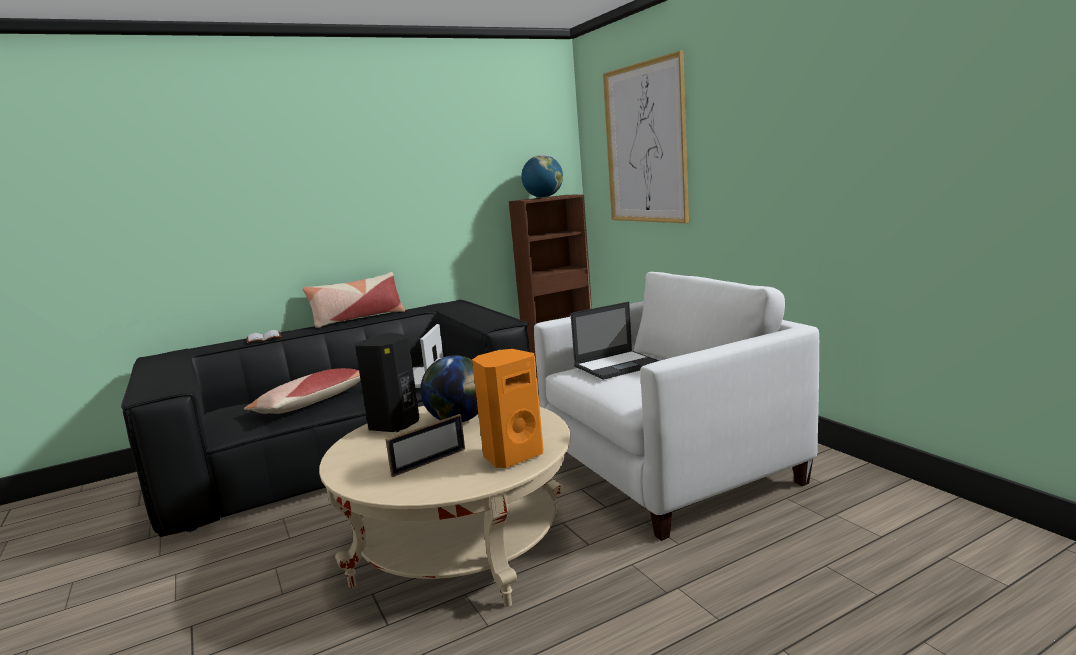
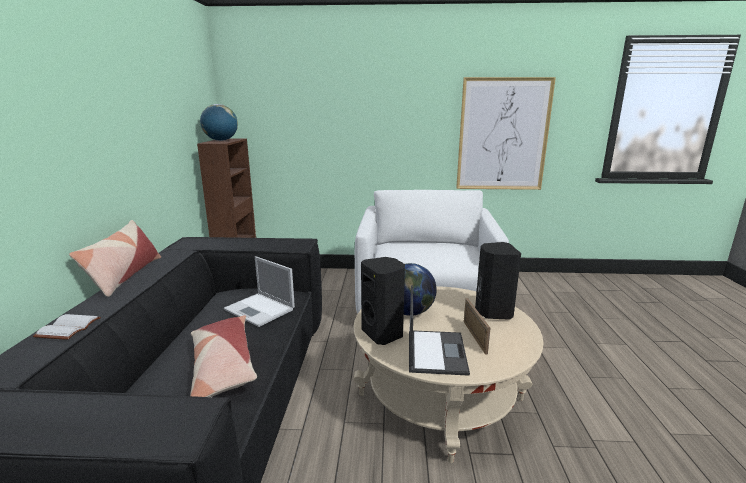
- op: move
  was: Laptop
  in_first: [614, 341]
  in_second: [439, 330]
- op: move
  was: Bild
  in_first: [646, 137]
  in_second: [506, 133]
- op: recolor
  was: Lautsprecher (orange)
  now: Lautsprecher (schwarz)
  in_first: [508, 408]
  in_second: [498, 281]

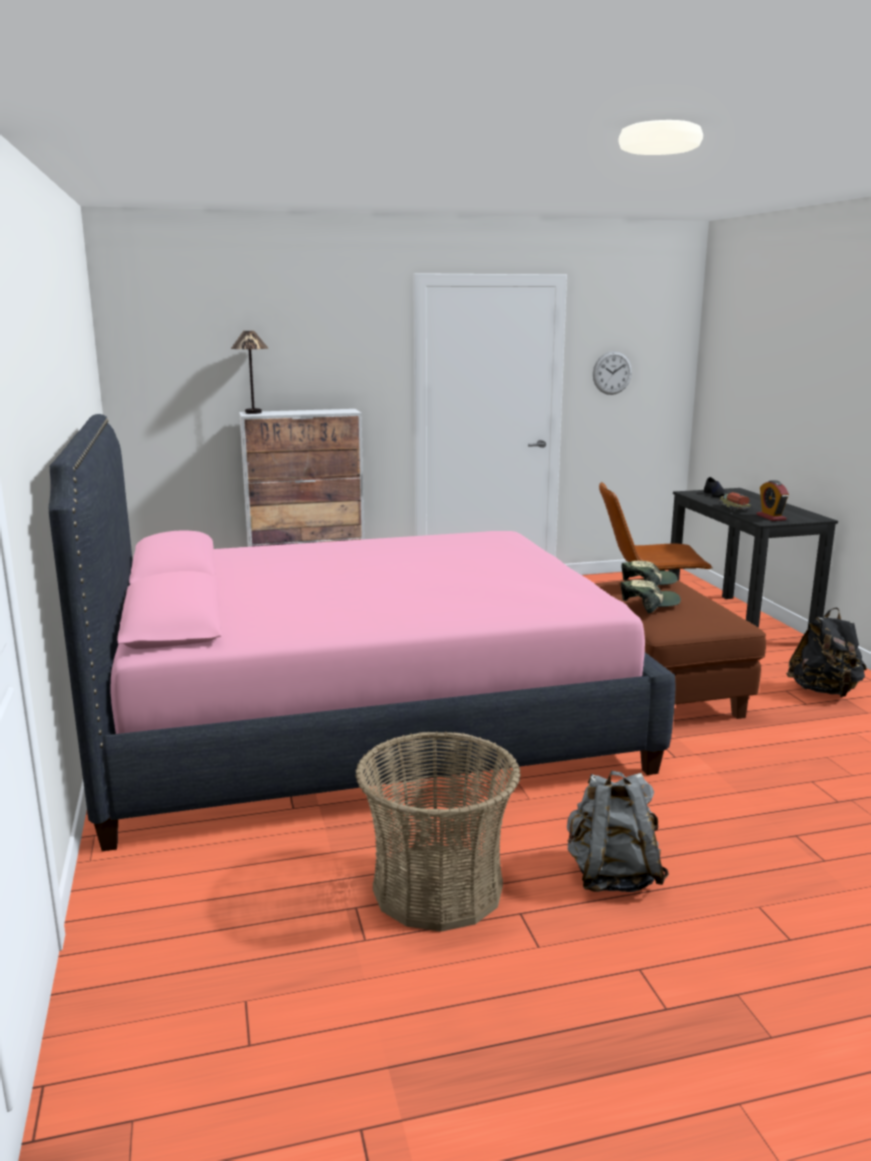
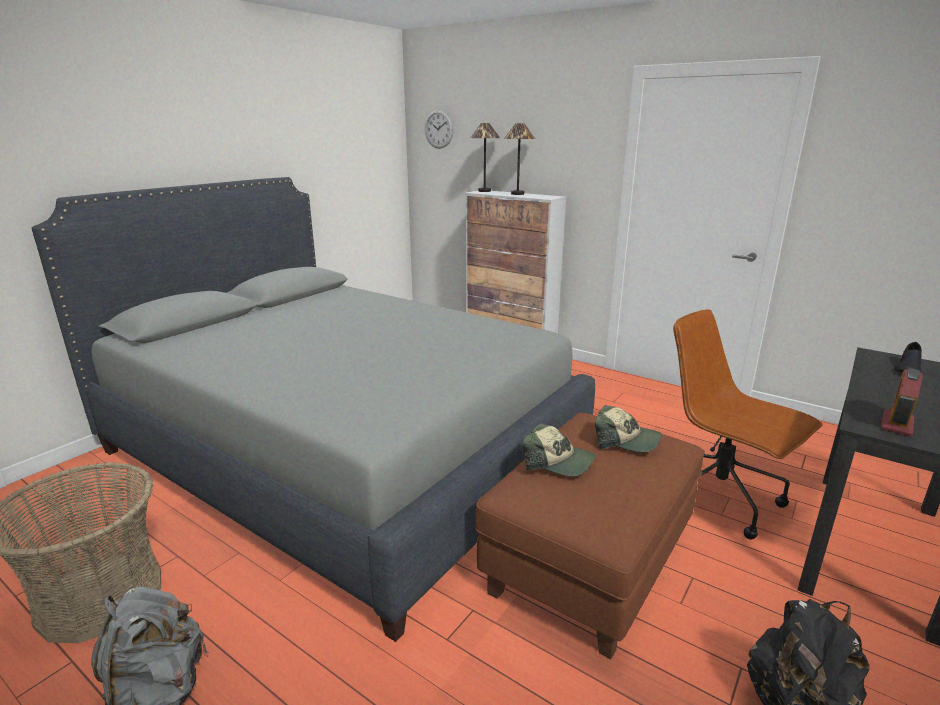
- op: recolor
  was: Bett (rosa)
  now: Bett (grau)
  in_first: [362, 632]
  in_second: [313, 409]
- op: move
  was: Wanduhr
  in_first: [612, 373]
  in_second: [439, 129]
- op: insert
  now: Tischlampe
  in_second: [519, 159]
- op: delete
  was: Spielzeuglaster
  in_first: [734, 502]

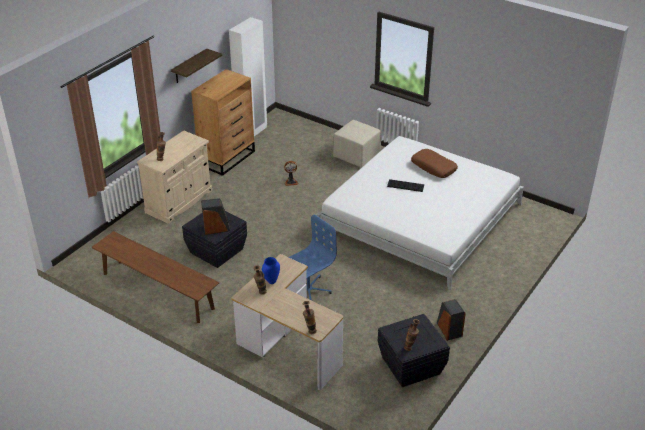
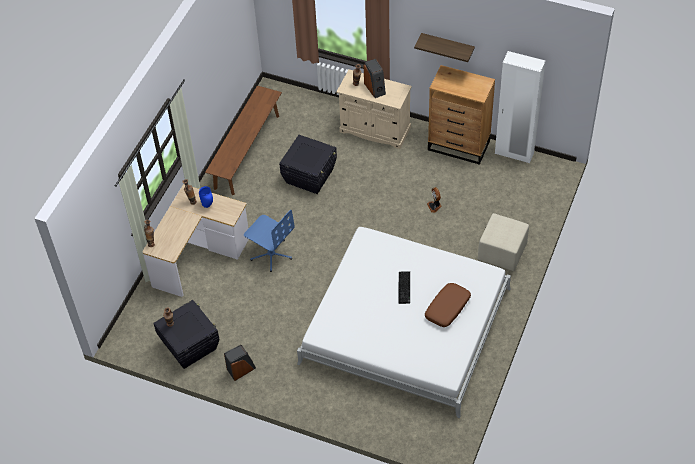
- op: move
  was: Lautsprecher
  in_first: [215, 216]
  in_second: [375, 78]

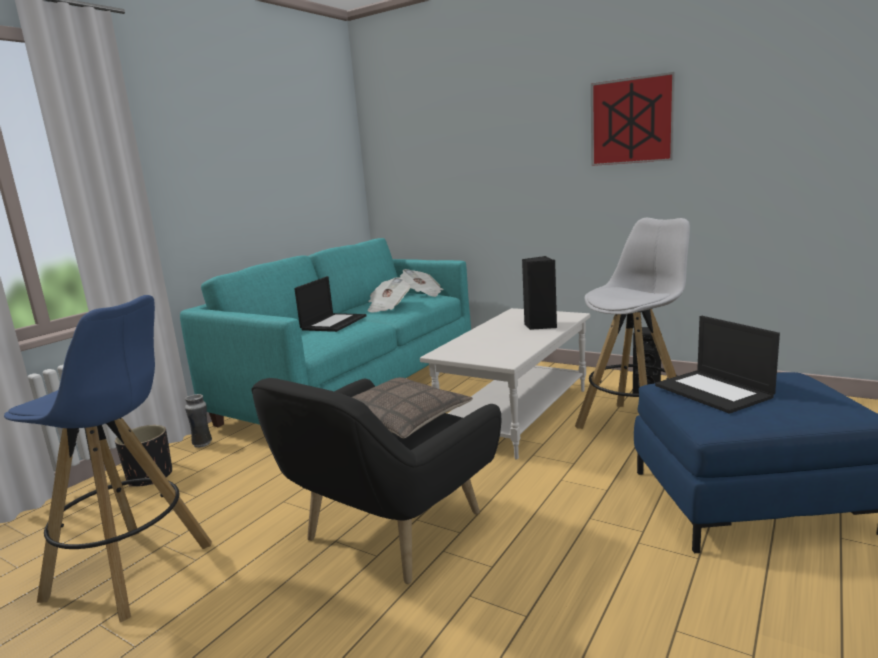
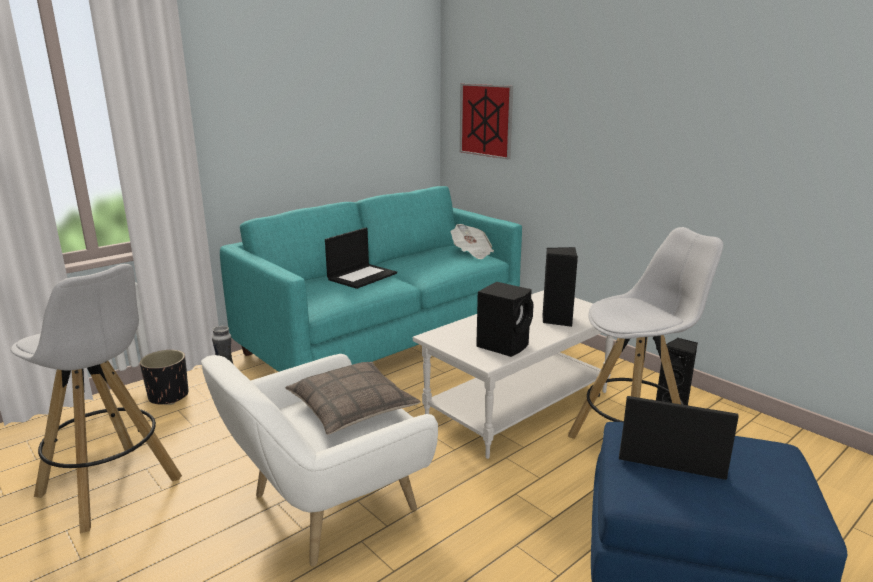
- op: recolor
  was: Hocker (blau)
  now: Hocker (weiß)
  in_first: [108, 459]
  in_second: [96, 399]
- op: recolor
  was: Sessel (schwarz)
  now: Sessel (weiß)
  in_first: [376, 481]
  in_second: [319, 460]
- op: move
  was: Bild
  in_first: [633, 119]
  in_second: [486, 122]
- op: insert
  now: Lautsprecher (schwarz)
  in_second: [505, 319]
- op: rotate
  was: Laptop
  in_first: [717, 365]
  in_second: [679, 438]
  clockwise: 120
- op: delete
  was: Zeitung
  in_first: [388, 295]

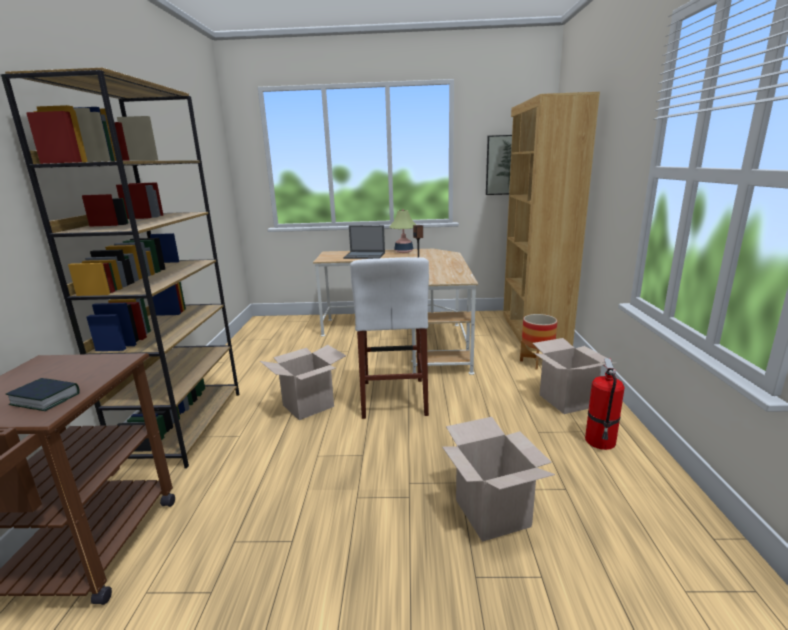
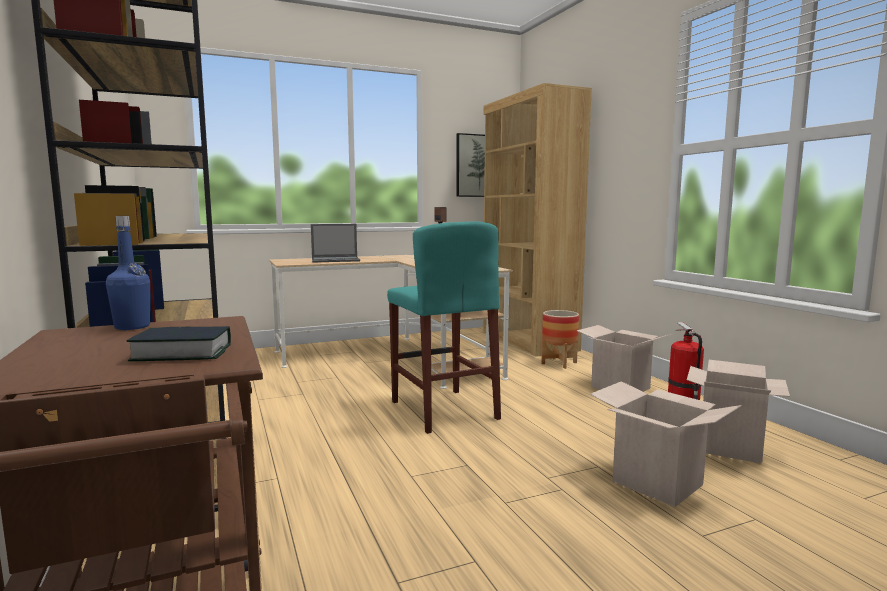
- op: insert
  now: Flasche (blau)
  in_second: [128, 273]
- op: recolor
  was: Hocker (weiß)
  now: Hocker (türkis)
  in_first: [389, 338]
  in_second: [444, 327]
- op: move
  was: Karton
  in_first: [303, 382]
  in_second: [738, 412]
- op: delete
  was: Tischlampe
  in_first: [402, 231]

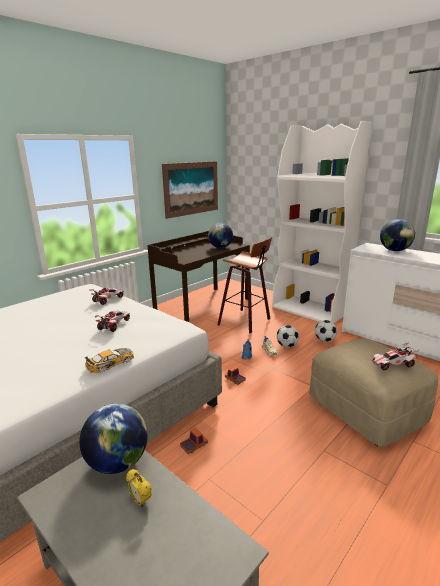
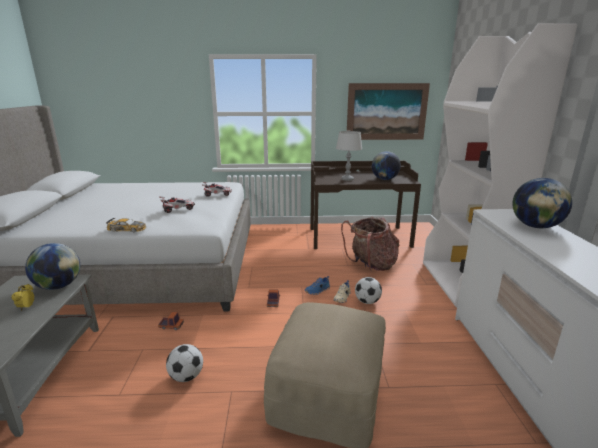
- op: move
  was: Fußball
  in_first: [326, 331]
  in_second: [184, 363]
- op: insert
  now: Tischlampe (grau)
  in_second: [349, 156]
- op: replace
  was: Hocker
  now: Rucksack
  in_first: [245, 285]
  in_second: [370, 244]
- op: delete
  was: Spielzeugauto
  in_first: [395, 356]

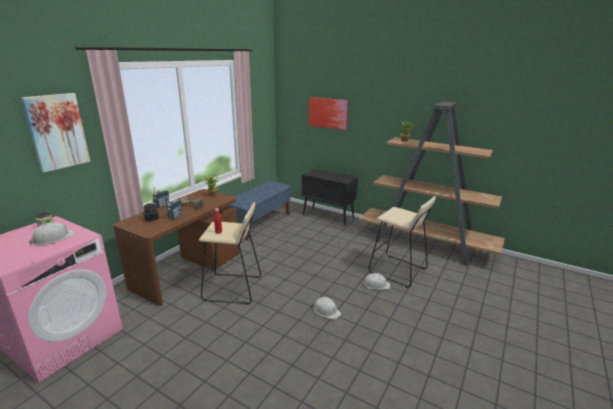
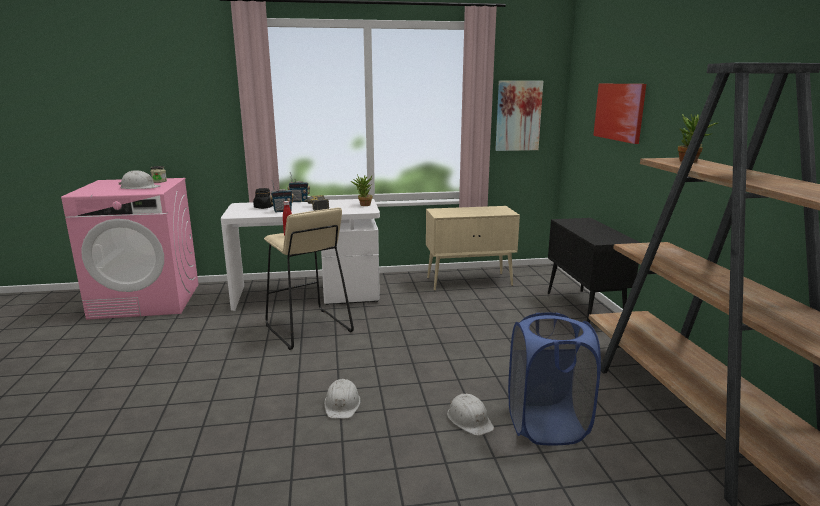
- op: recolor
  was: Schreibtisch (braun)
  now: Schreibtisch (weiß)
  in_first: [176, 247]
  in_second: [300, 255]
- op: replace
  was: Bank (blau)
  now: Schrank (beige)
  in_first: [259, 210]
  in_second: [473, 248]
- op: move
  was: Bild
  in_first: [56, 133]
  in_second: [519, 116]
- op: replace
  was: Hocker (beige)
  now: Wäschekorb (blau)
  in_first: [402, 242]
  in_second: [554, 379]

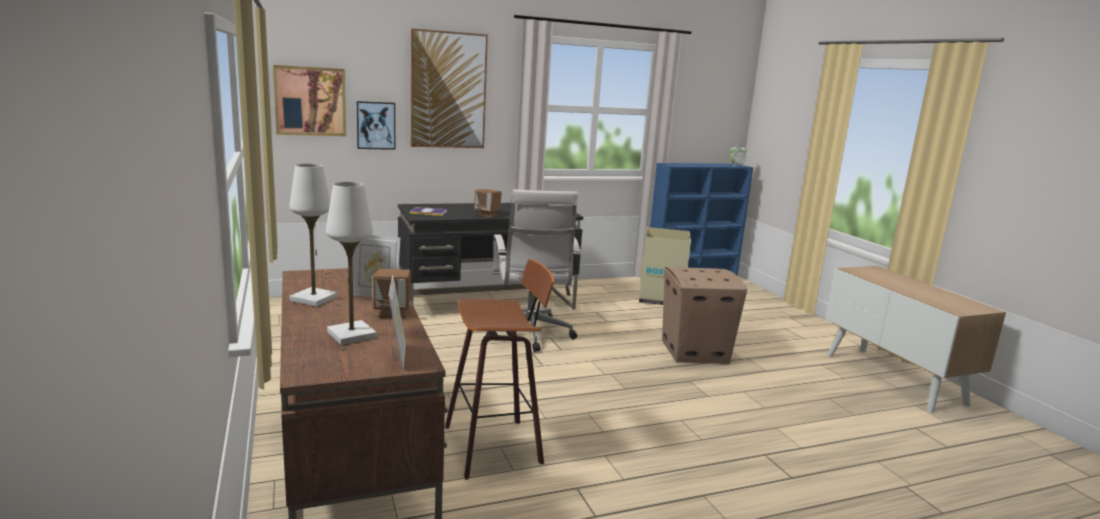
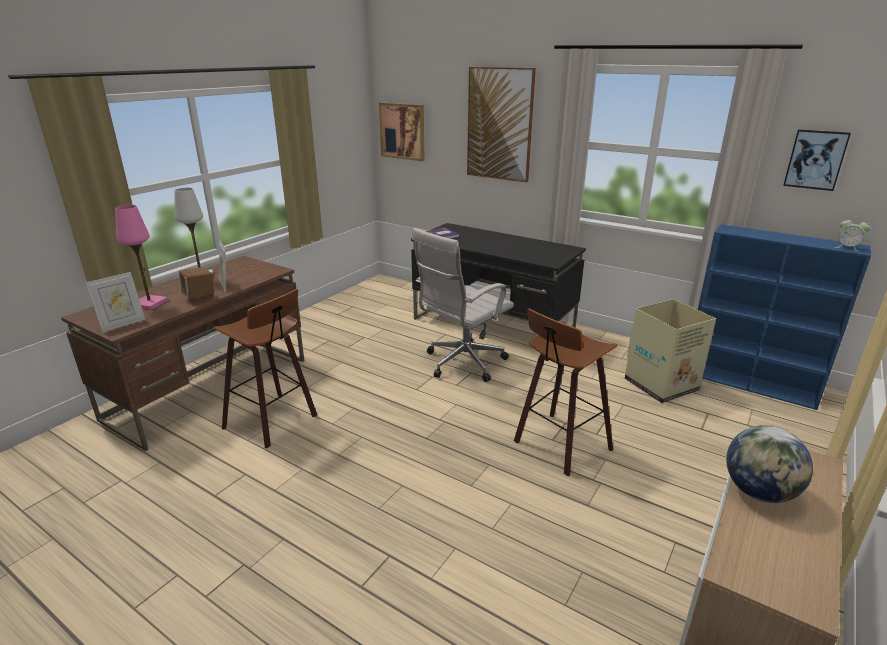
- op: recolor
  was: Tischlampe (weiß)
  now: Tischlampe (rosa)
  in_first: [351, 263]
  in_second: [141, 257]
- op: replace
  was: Karton
  now: Hocker
  in_first: [704, 315]
  in_second: [565, 393]
- op: insert
  now: Globus
  in_second: [769, 464]
- op: move
  was: Bild
  in_first: [376, 125]
  in_second: [817, 160]
- op: delete
  was: Lautsprecher (braun)
  in_first: [488, 203]

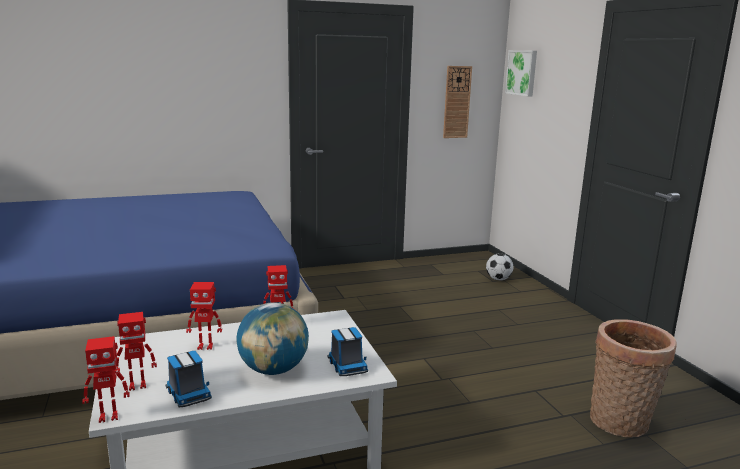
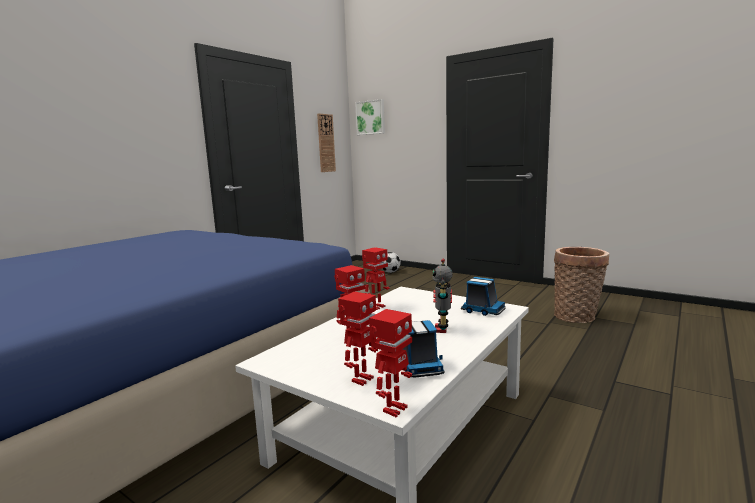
- op: rotate
  was: Spielzeuglaster
  in_first: [189, 379]
  in_second: [423, 348]
  clockwise: 60
- op: replace
  was: Globus
  now: Spielzeugroboter
  in_first: [272, 338]
  in_second: [442, 296]

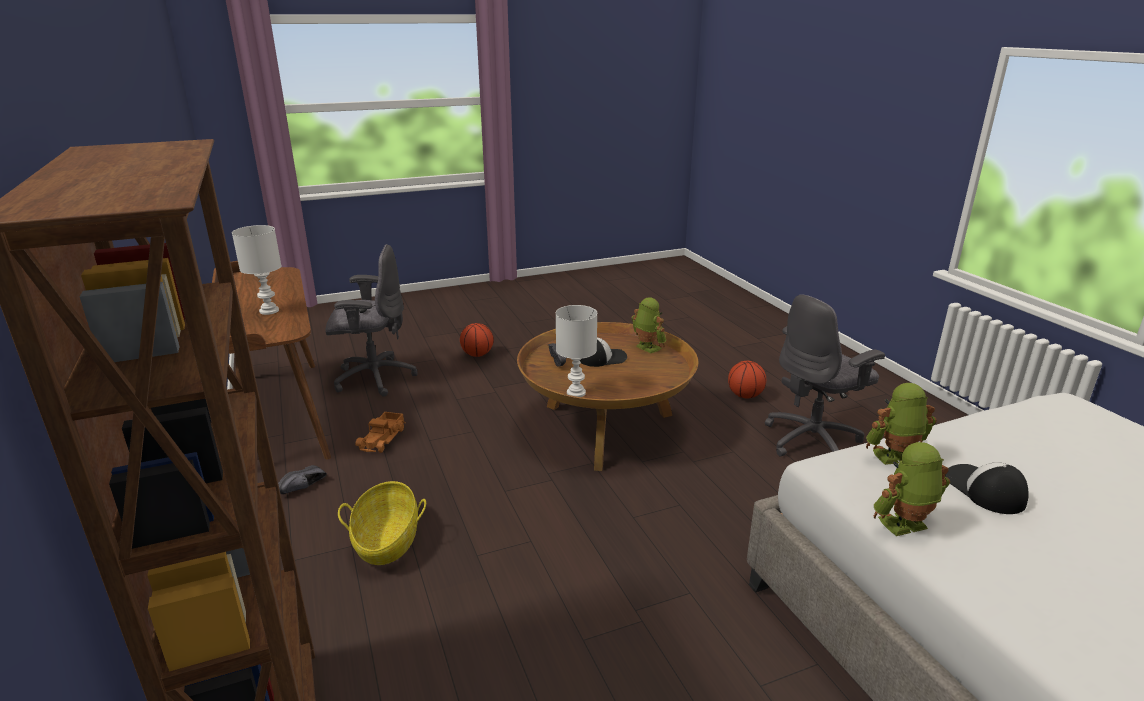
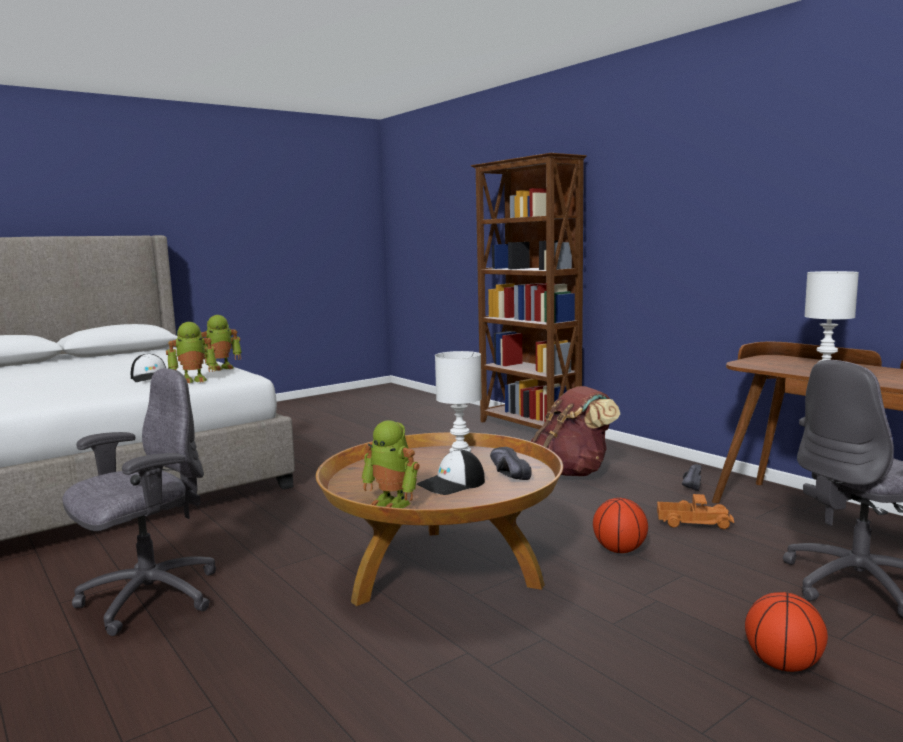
- op: replace
  was: Korb
  now: Rucksack (braun)
  in_first: [382, 523]
  in_second: [575, 431]
- op: move
  was: Basketball
  in_first: [747, 379]
  in_second: [620, 525]
- op: rotate
  was: Spielzeuglaster
  in_first: [380, 432]
  in_second: [695, 511]
  clockwise: 105

